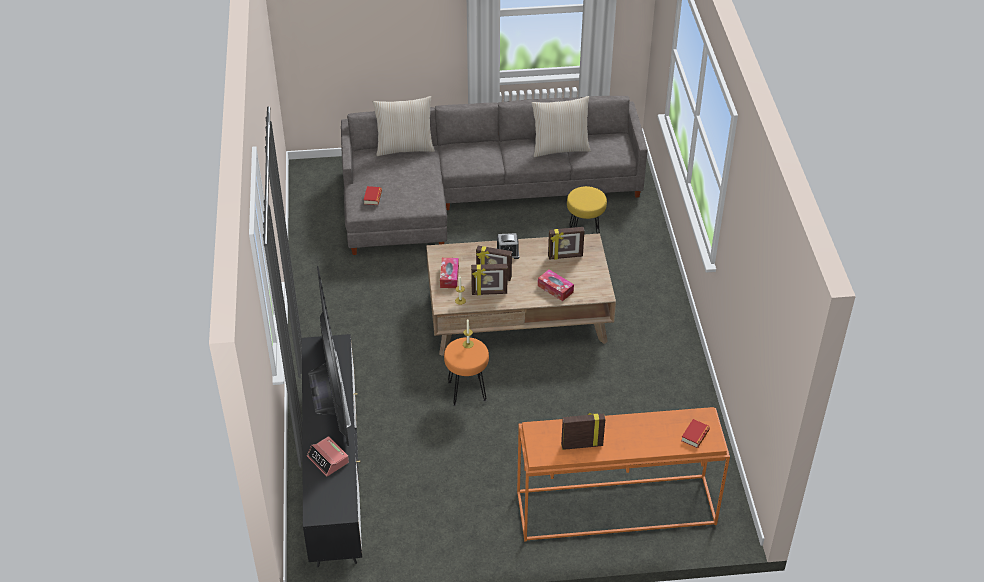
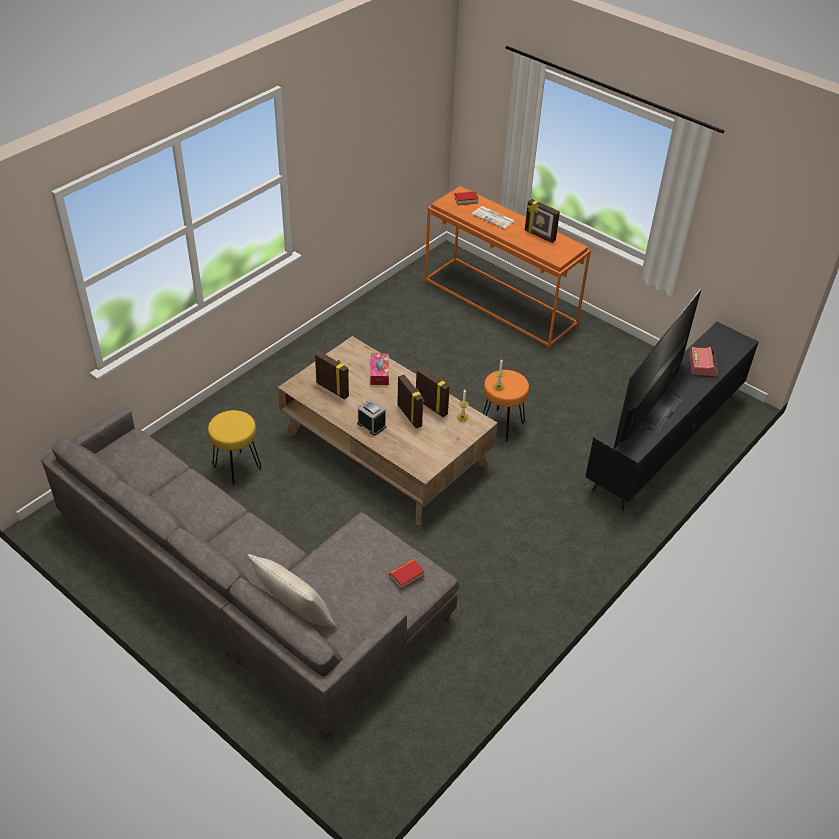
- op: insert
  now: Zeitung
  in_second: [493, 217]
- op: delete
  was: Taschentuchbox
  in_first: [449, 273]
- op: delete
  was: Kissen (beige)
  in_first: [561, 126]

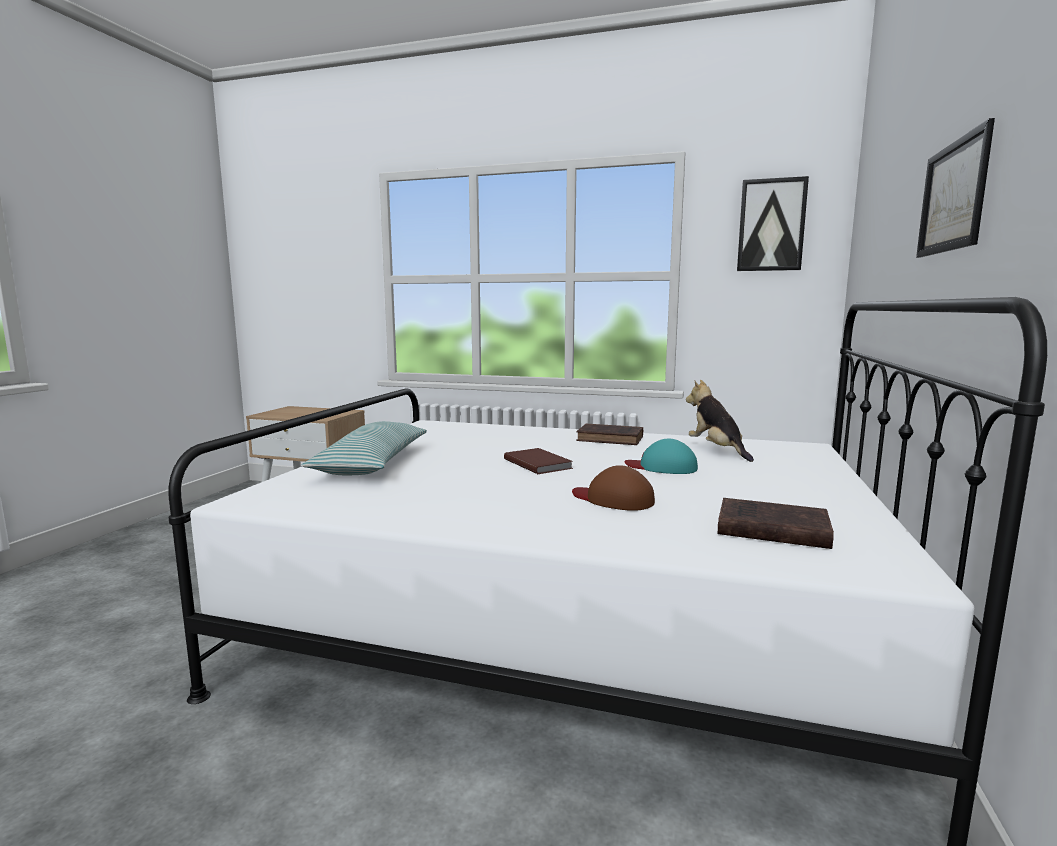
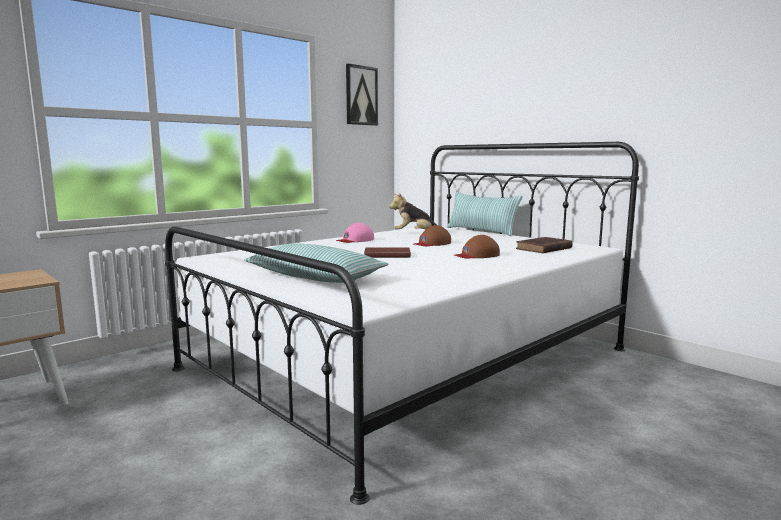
- op: replace
  was: Buch (braun)
  now: Kappe (rosa)
  in_first: [609, 434]
  in_second: [355, 233]
- op: recolor
  was: Kappe (türkis)
  now: Kappe (braun)
  in_first: [661, 456]
  in_second: [432, 235]
- op: insert
  now: Kissen
  in_second: [485, 214]
- op: delete
  was: Bild
  in_first: [955, 188]

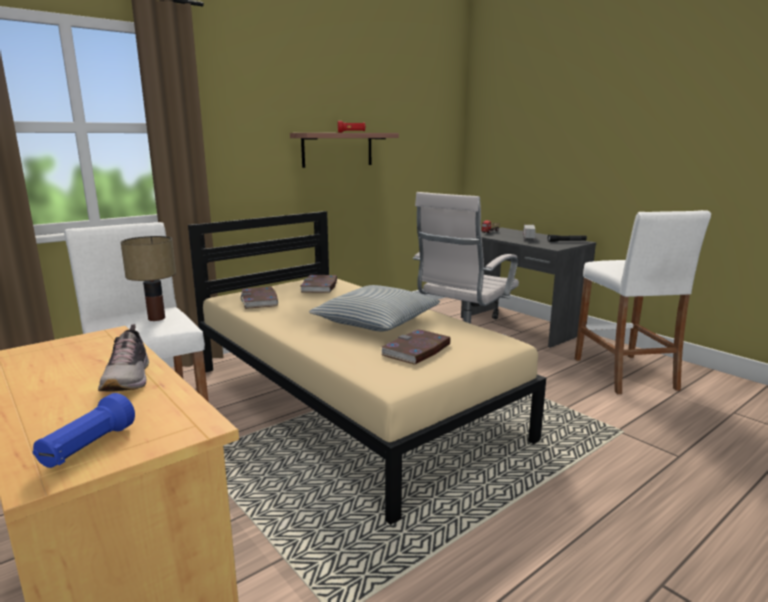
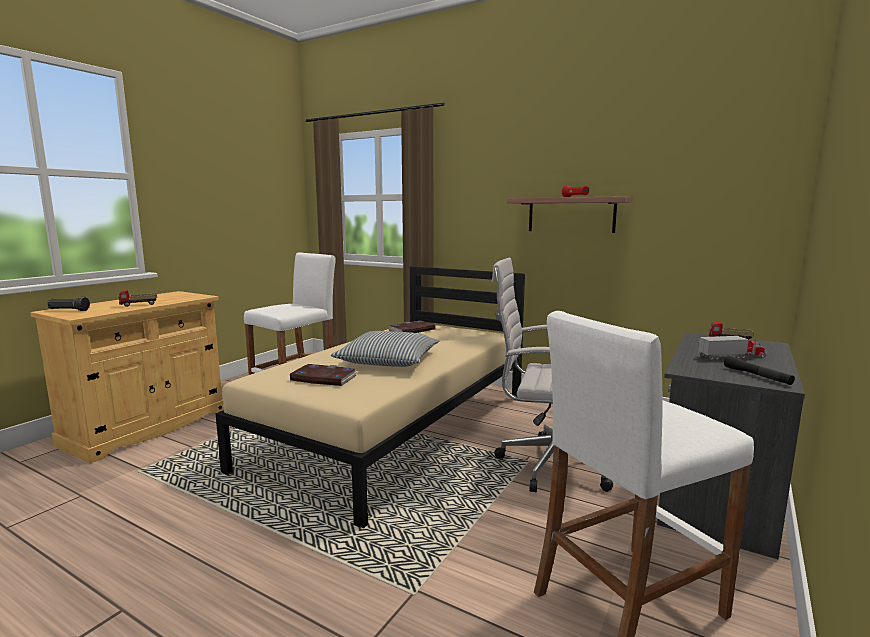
- op: recolor
  was: Taschenlampe (blau)
  now: Taschenlampe (schwarz)
  in_first: [84, 430]
  in_second: [68, 304]
- op: replace
  was: Schuh
  now: Spielzeuglaster
  in_first: [123, 358]
  in_second: [138, 298]
- op: delete
  was: Tischlampe
  in_first: [148, 278]
- op: delete
  was: Buch
  in_first: [318, 284]

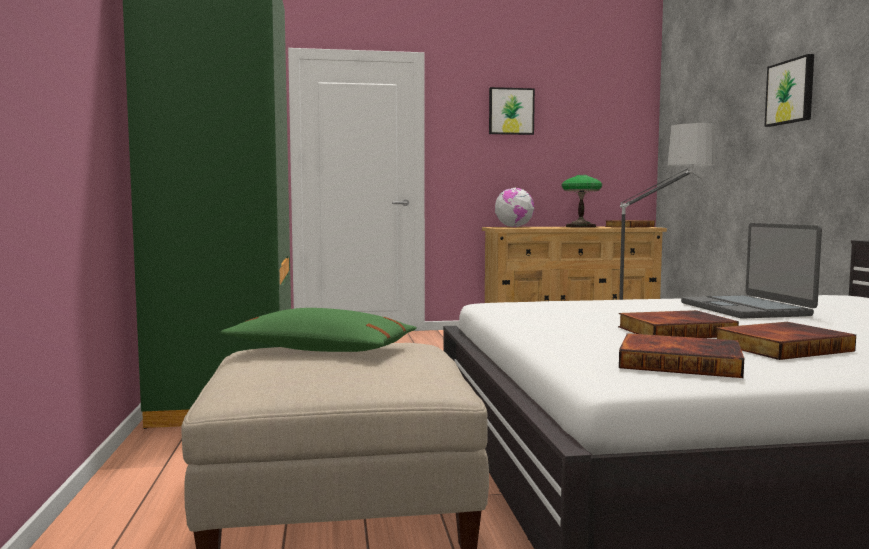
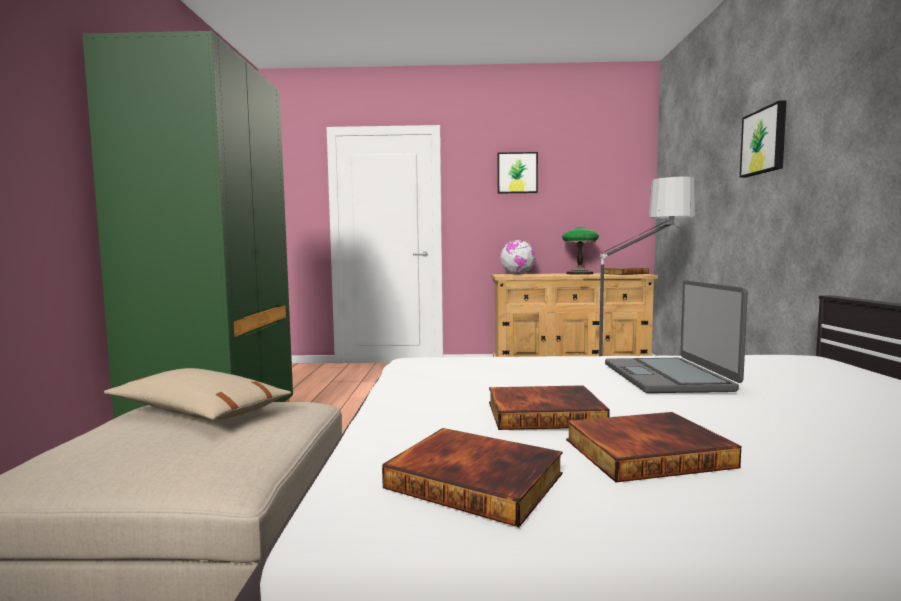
- op: recolor
  was: Kissen (grün)
  now: Kissen (beige)
  in_first: [319, 330]
  in_second: [197, 394]

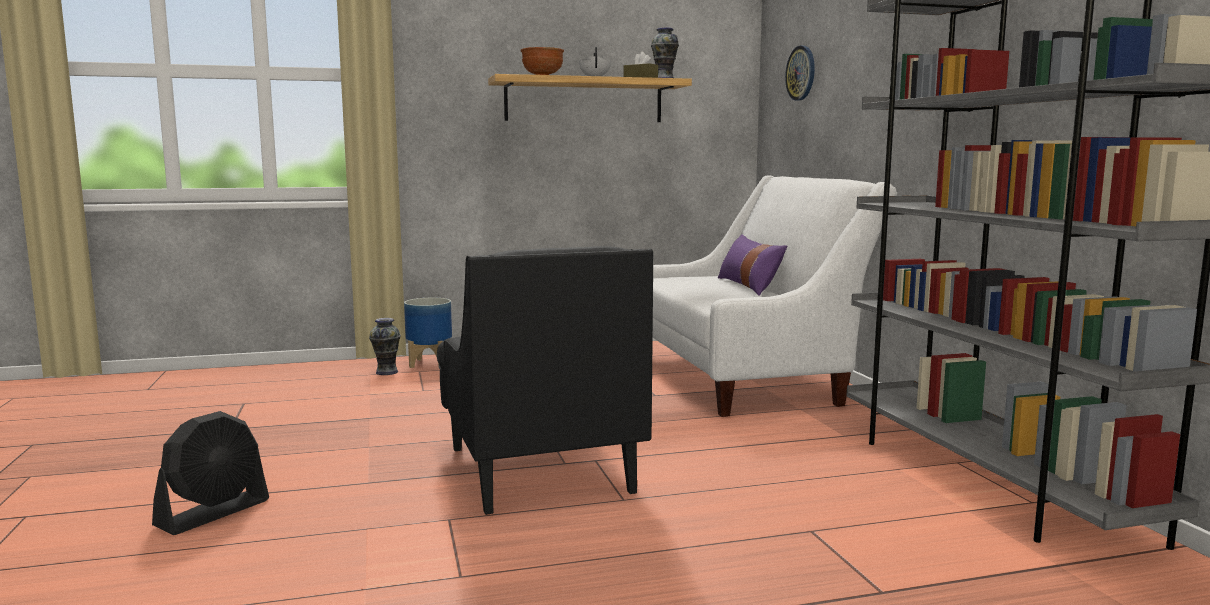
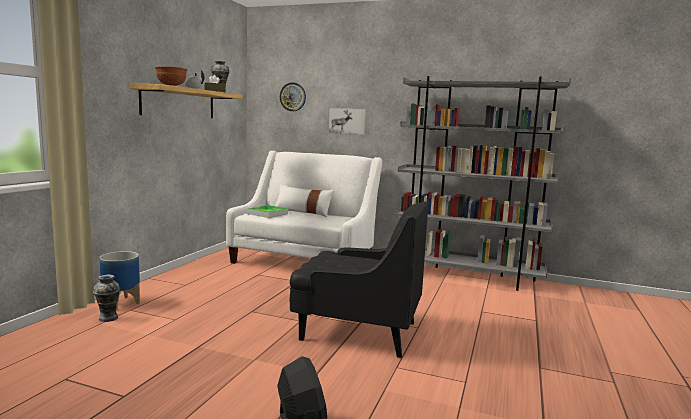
- op: insert
  now: Tablett
  in_second: [267, 211]
- op: recolor
  was: Kissen (lila)
  now: Kissen (weiß)
  in_first: [752, 265]
  in_second: [305, 201]
- op: insert
  now: Bild
  in_second: [347, 121]

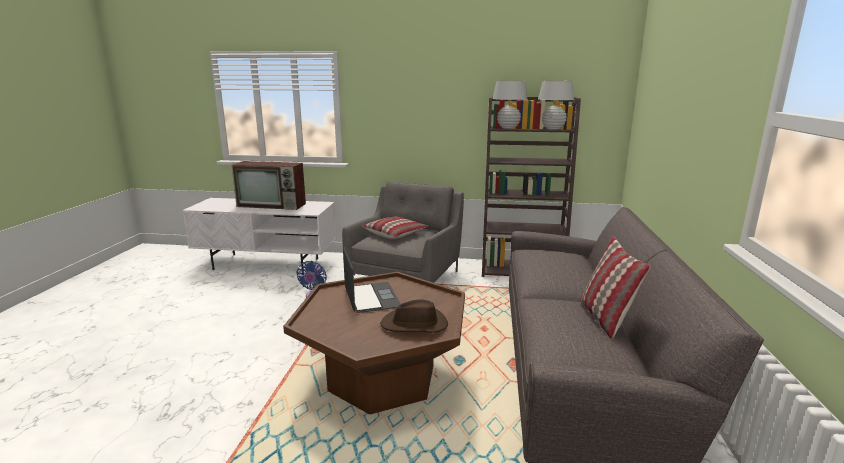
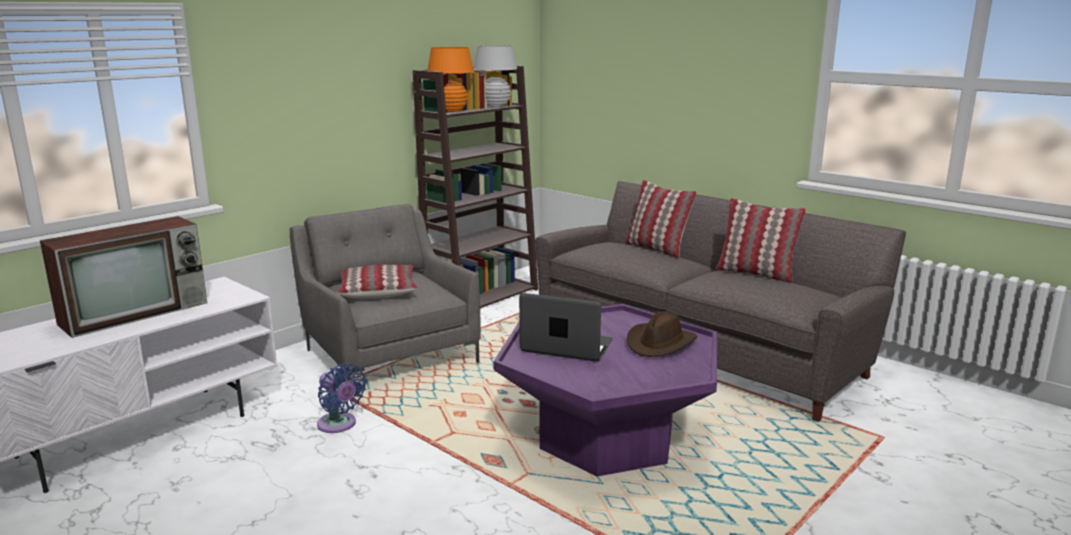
- op: recolor
  was: Tischlampe (weiß)
  now: Tischlampe (orange)
  in_first: [510, 105]
  in_second: [451, 79]
- op: recolor
  was: Couchtisch (braun)
  now: Couchtisch (lila)
  in_first: [374, 343]
  in_second: [605, 390]
- op: insert
  now: Kissen
  in_second: [661, 219]

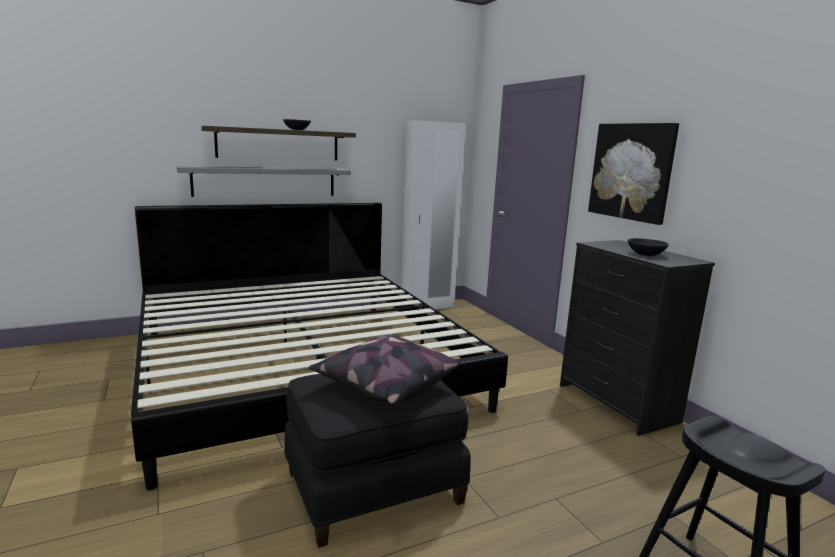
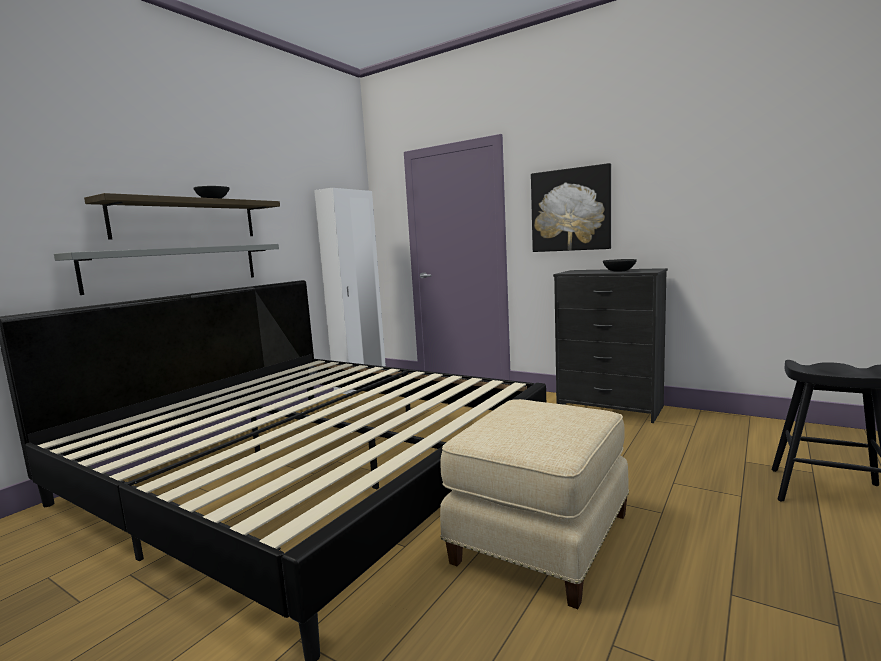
- op: recolor
  was: Polsterhocker (schwarz)
  now: Polsterhocker (beige)
  in_first: [377, 461]
  in_second: [534, 504]
- op: delete
  was: Kissen
  in_first: [385, 370]

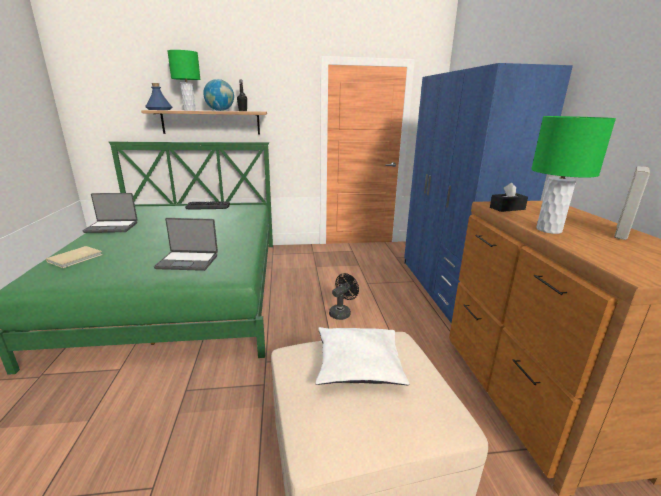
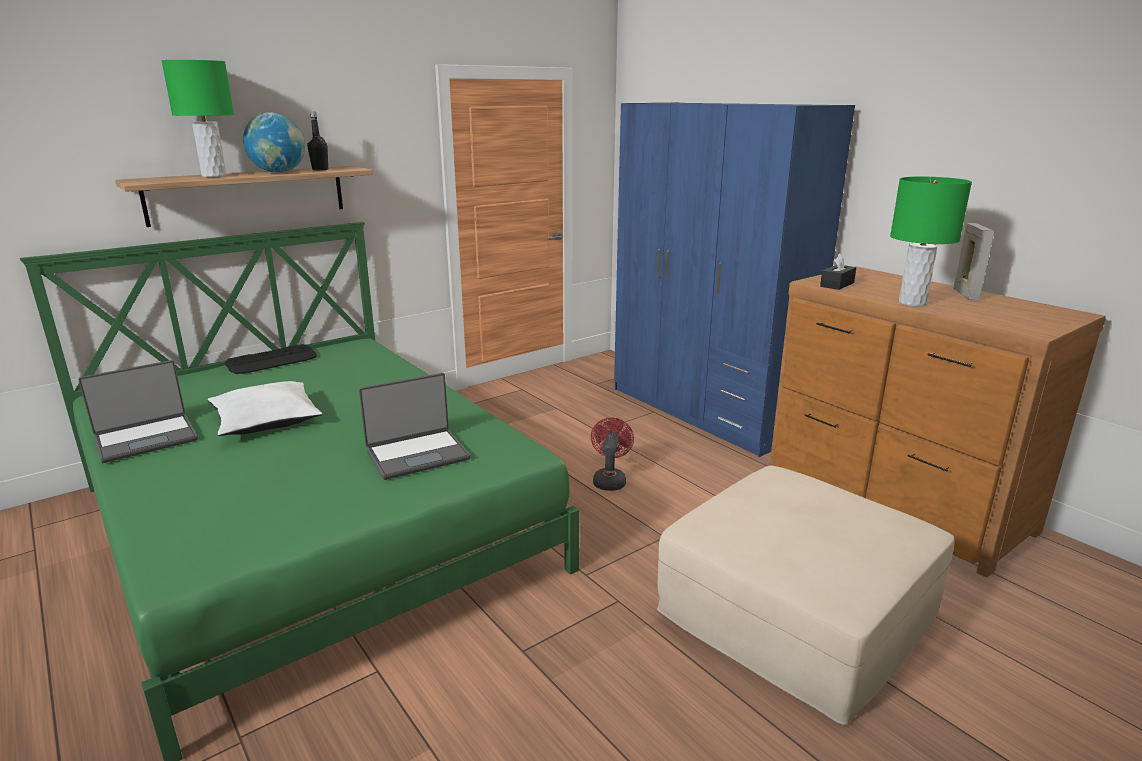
- op: move
  was: Kissen (weiß)
  in_first: [362, 356]
  in_second: [265, 408]
- op: recolor
  was: Ventilator (schwarz)
  now: Ventilator (rot)
  in_first: [344, 296]
  in_second: [612, 454]
- op: delete
  was: Buch (beige)
  in_first: [74, 257]
- op: delete
  was: Flasche (blau)
  in_first: [158, 96]

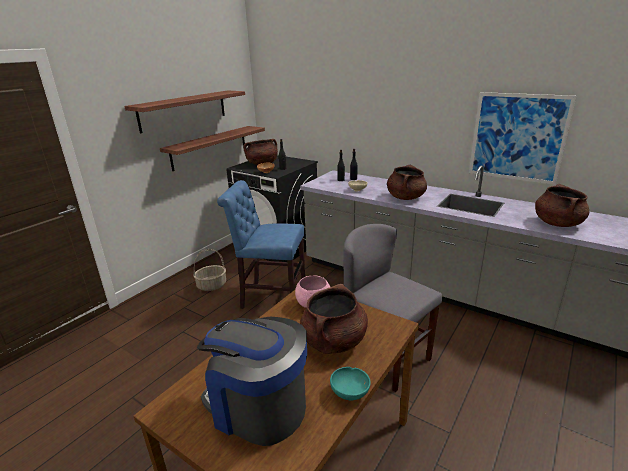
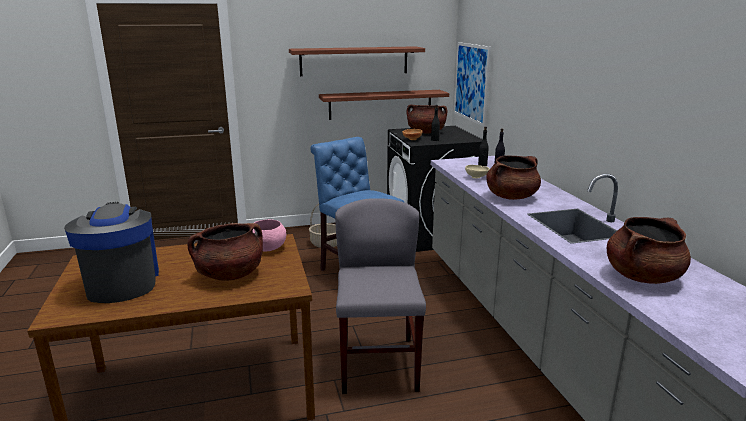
- op: move
  was: Bild
  in_first: [522, 138]
  in_second: [472, 84]
- op: delete
  was: Schüssel (türkis)
  in_first: [350, 383]

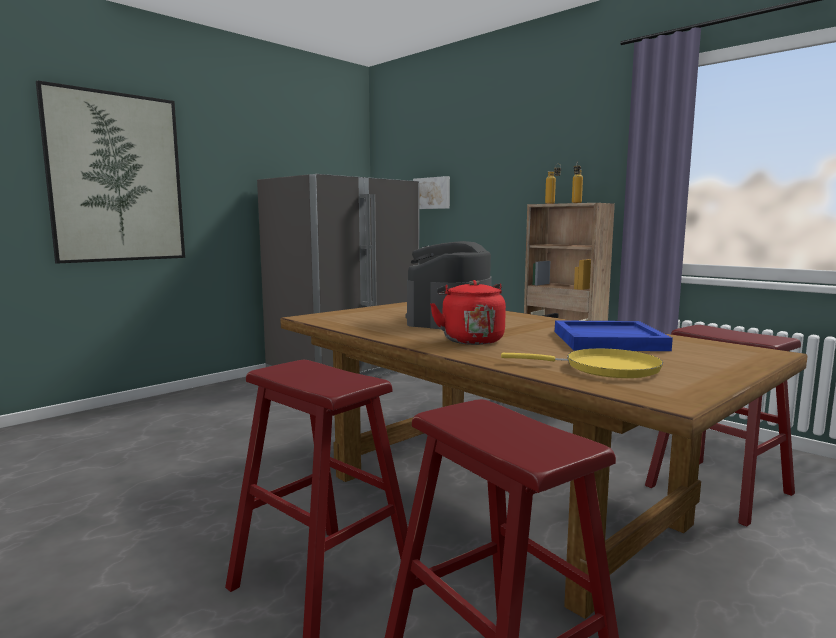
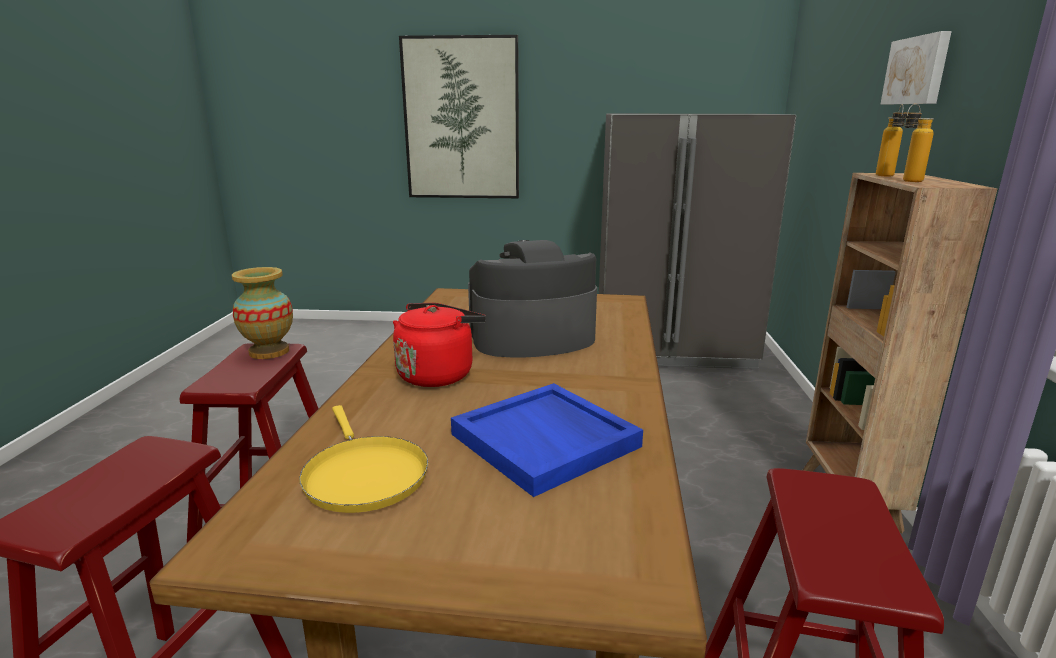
- op: insert
  now: Vase
  in_second: [262, 313]
- op: move
  was: Bild
  in_first: [431, 192]
  in_second: [916, 67]

